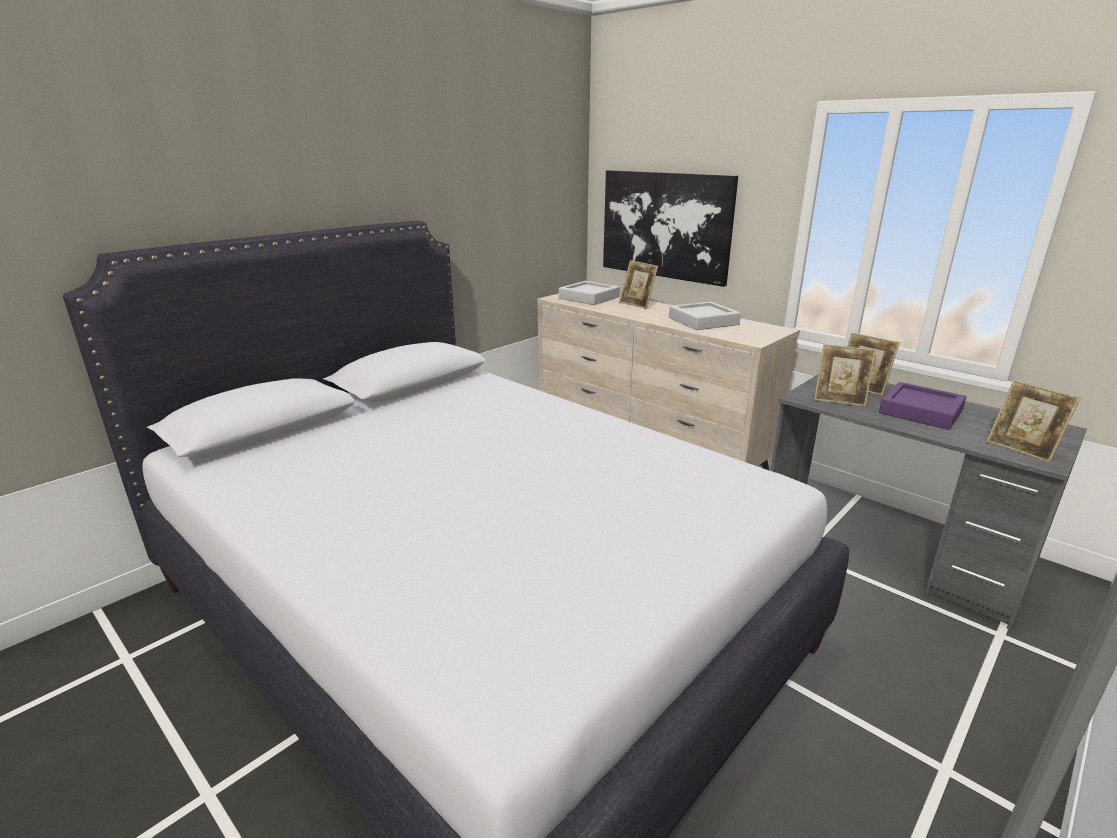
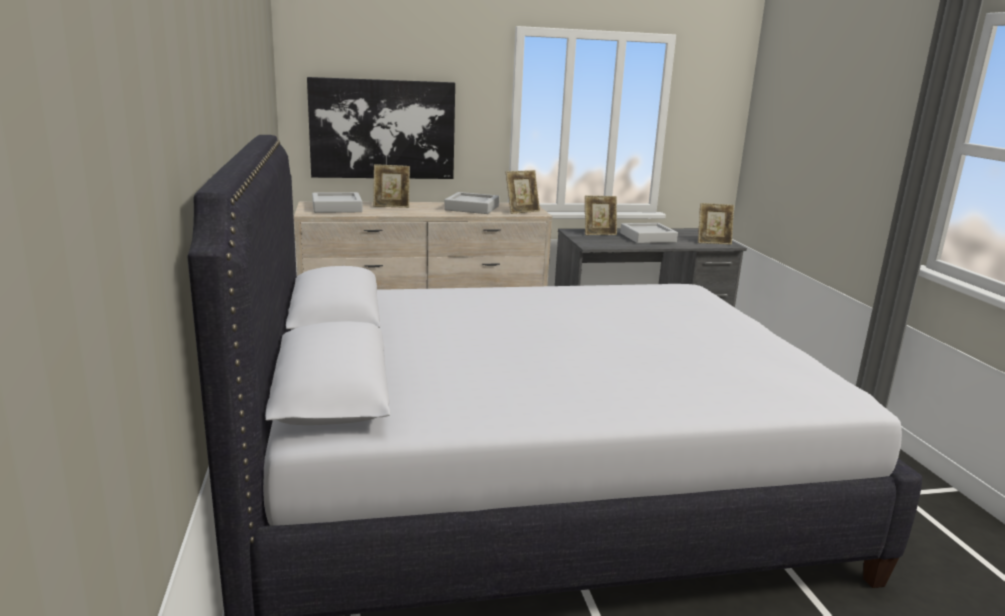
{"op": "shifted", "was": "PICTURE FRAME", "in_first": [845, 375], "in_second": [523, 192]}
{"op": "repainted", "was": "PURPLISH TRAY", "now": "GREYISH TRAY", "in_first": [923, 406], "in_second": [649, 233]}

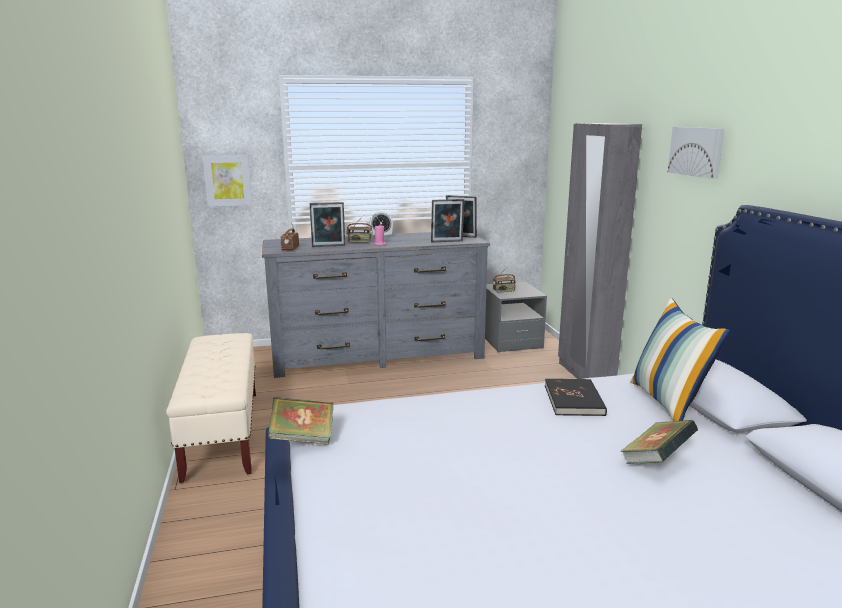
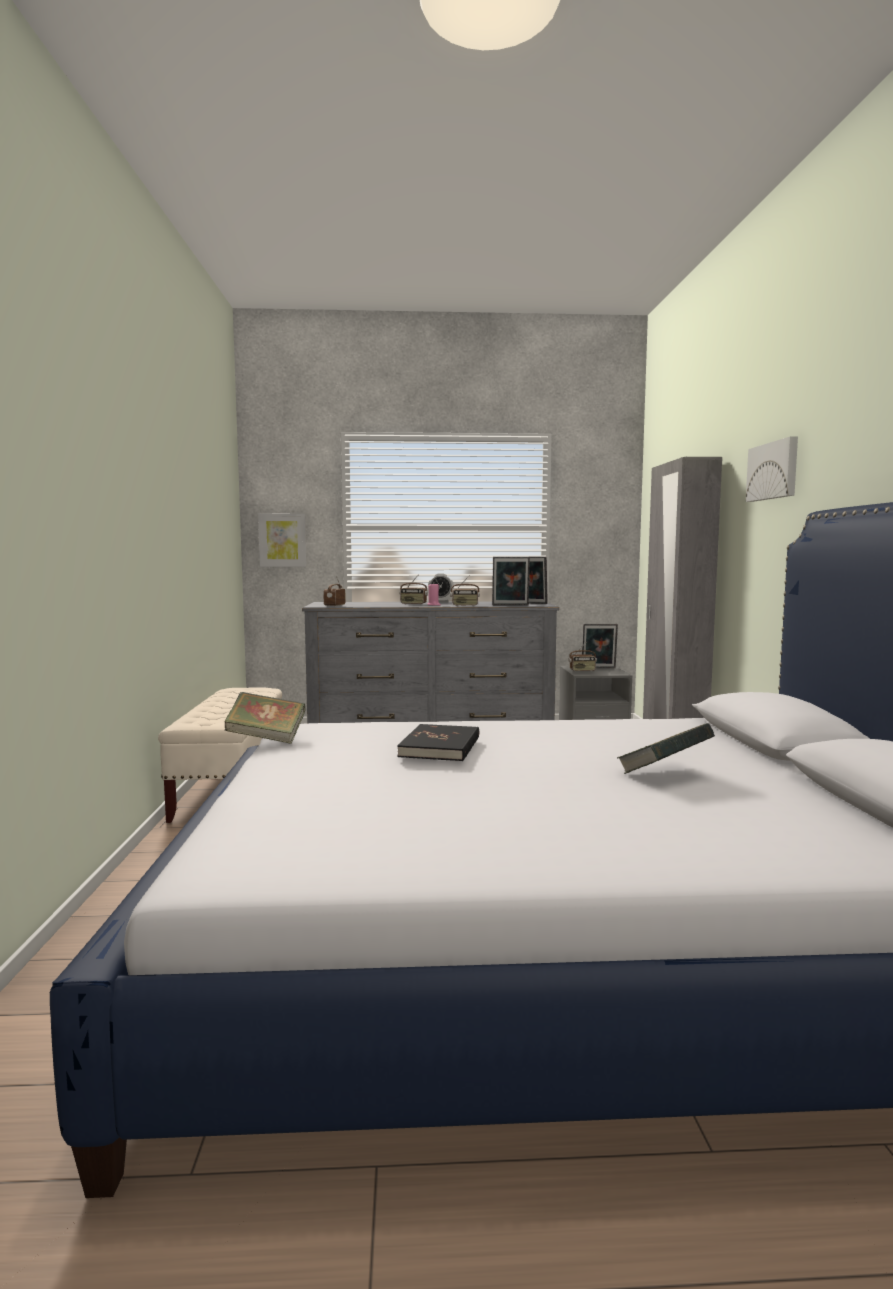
{"op": "shifted", "was": "PICTURE FRAME", "in_first": [327, 224], "in_second": [600, 646]}
{"op": "gone", "was": "PILLOW", "in_first": [680, 359]}
{"op": "shifted", "was": "BLACKISH VOLUME", "in_first": [576, 397], "in_second": [438, 742]}
{"op": "new", "now": "RADIO", "in_second": [465, 590]}

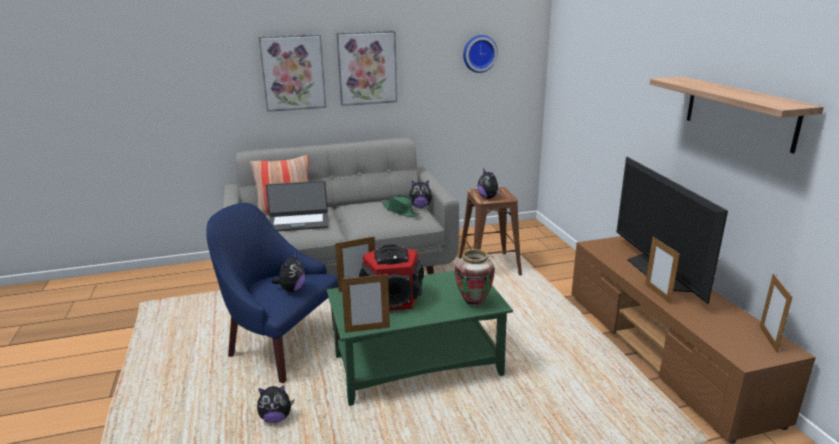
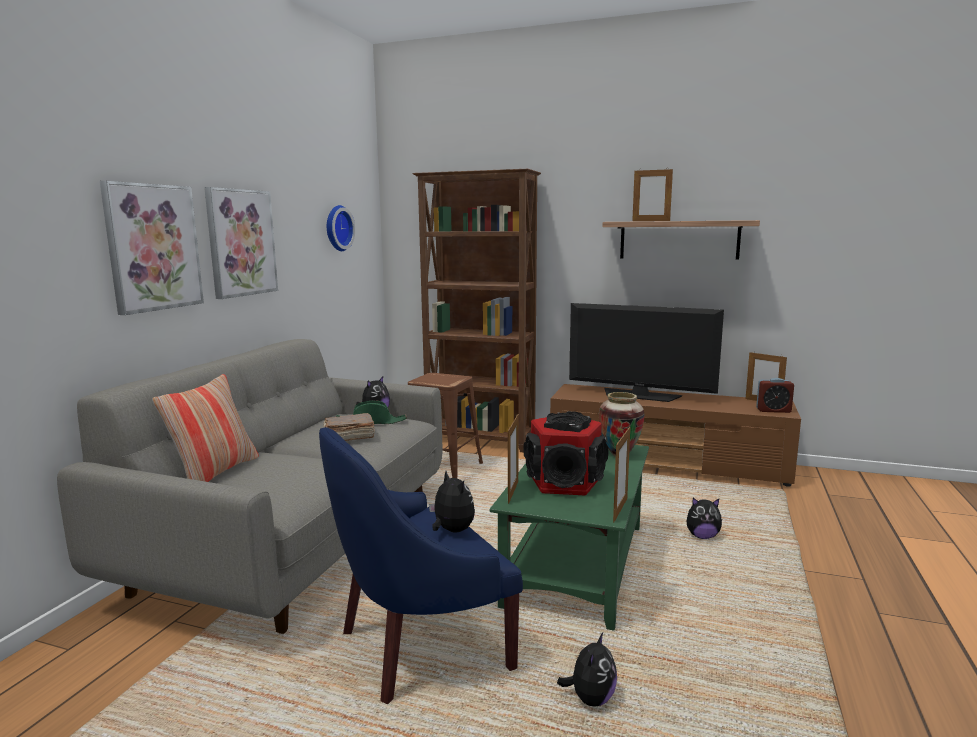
{"op": "shifted", "was": "SOFT TOY", "in_first": [489, 184], "in_second": [704, 518]}
{"op": "gone", "was": "LAPTOP", "in_first": [297, 206]}
{"op": "shifted", "was": "PICTURE FRAME", "in_first": [662, 270], "in_second": [652, 195]}
{"op": "new", "now": "BROWN BOOKCASE", "in_second": [476, 310]}
{"op": "new", "now": "ALARM CLOCK", "in_second": [775, 395]}
{"op": "new", "now": "BROWN VOLUME", "in_second": [349, 427]}

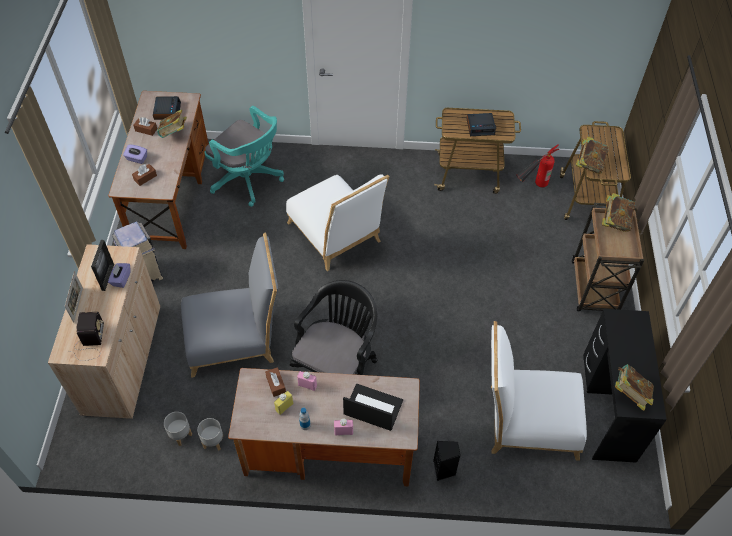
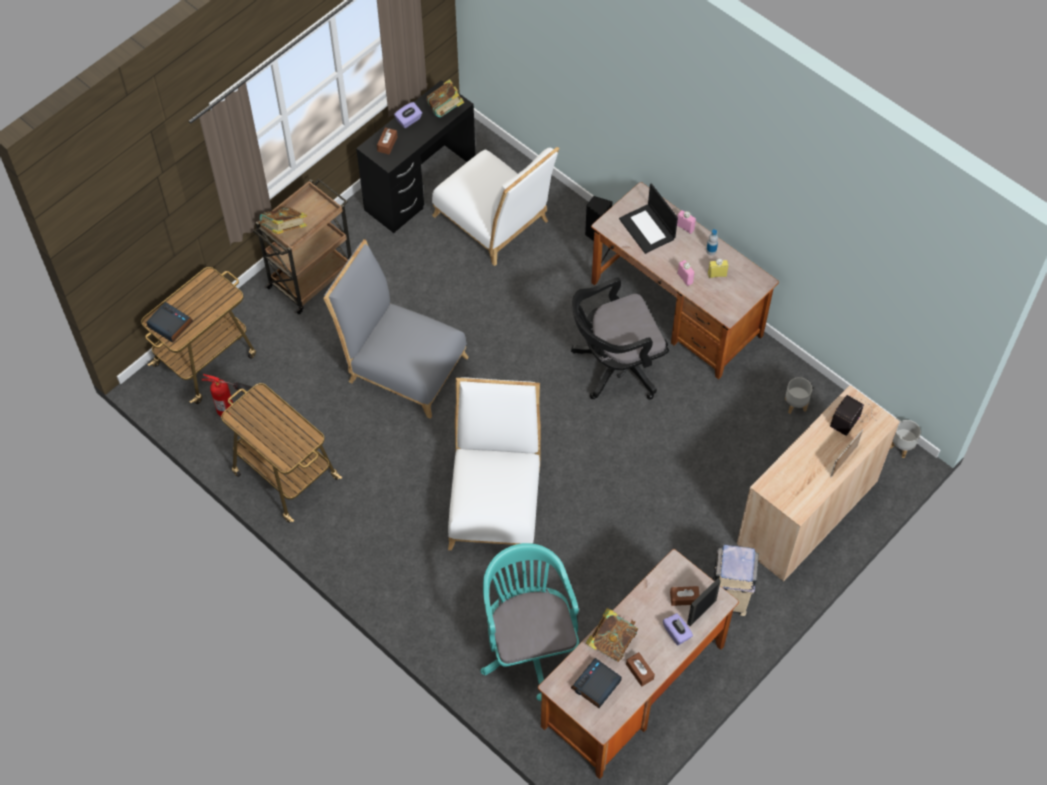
{"op": "shifted", "was": "ALARM CLOCK", "in_first": [481, 124], "in_second": [169, 322]}
{"op": "gone", "was": "VOLUME", "in_first": [592, 155]}
{"op": "shifted", "was": "GREYISH UPRIGHT CHAIR", "in_first": [229, 305], "in_second": [395, 329]}
{"op": "shifted", "was": "PICTURE FRAME", "in_first": [102, 265], "in_second": [704, 602]}
{"op": "shifted", "was": "PURPLISH TISSUE HOLDER", "in_first": [119, 275], "in_second": [408, 115]}
{"op": "shifted", "was": "BROWN TISSUE HOLDER", "in_first": [275, 382], "in_second": [387, 141]}
{"op": "shifted", "was": "GREYISH FLOWER POT", "in_first": [210, 434], "in_second": [905, 439]}

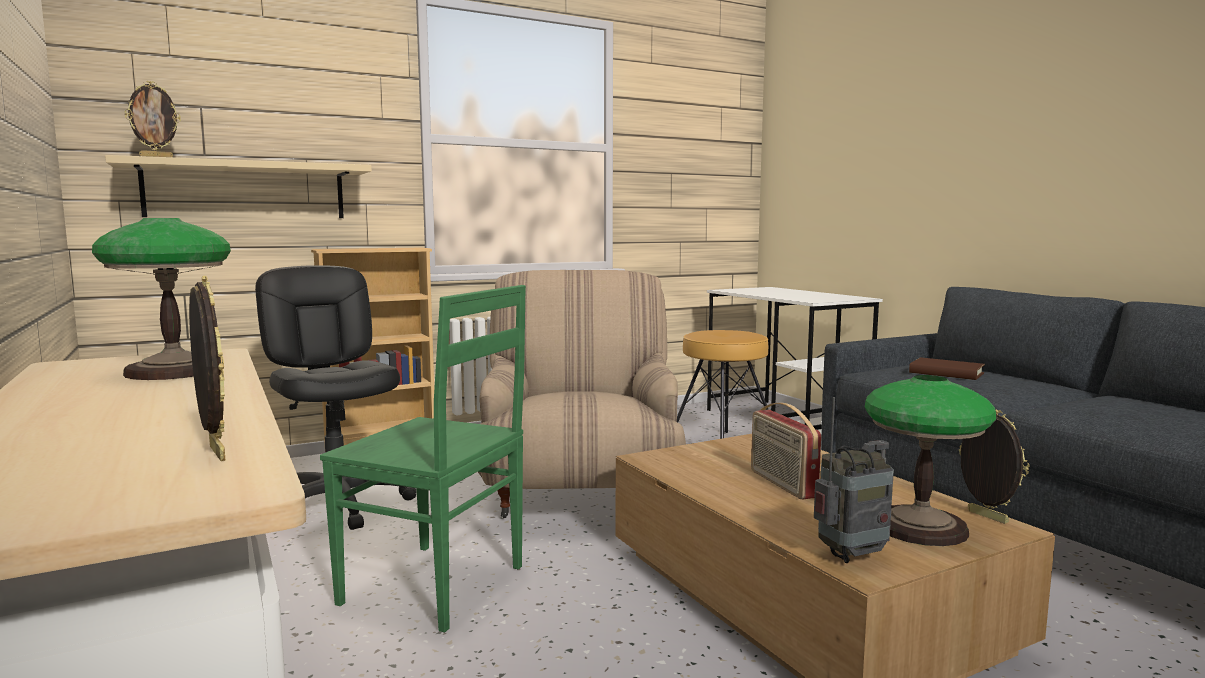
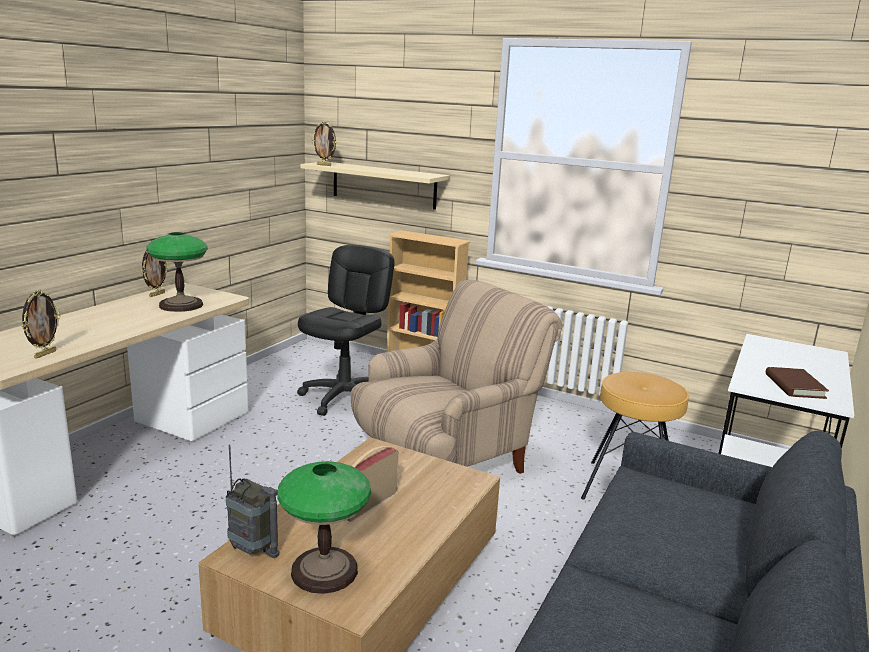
{"op": "gone", "was": "GREEN UPRIGHT CHAIR", "in_first": [423, 459]}
{"op": "shifted", "was": "BROWN VOLUME", "in_first": [947, 368], "in_second": [797, 383]}
{"op": "shifted", "was": "PICTURE FRAME", "in_first": [994, 466], "in_second": [155, 273]}

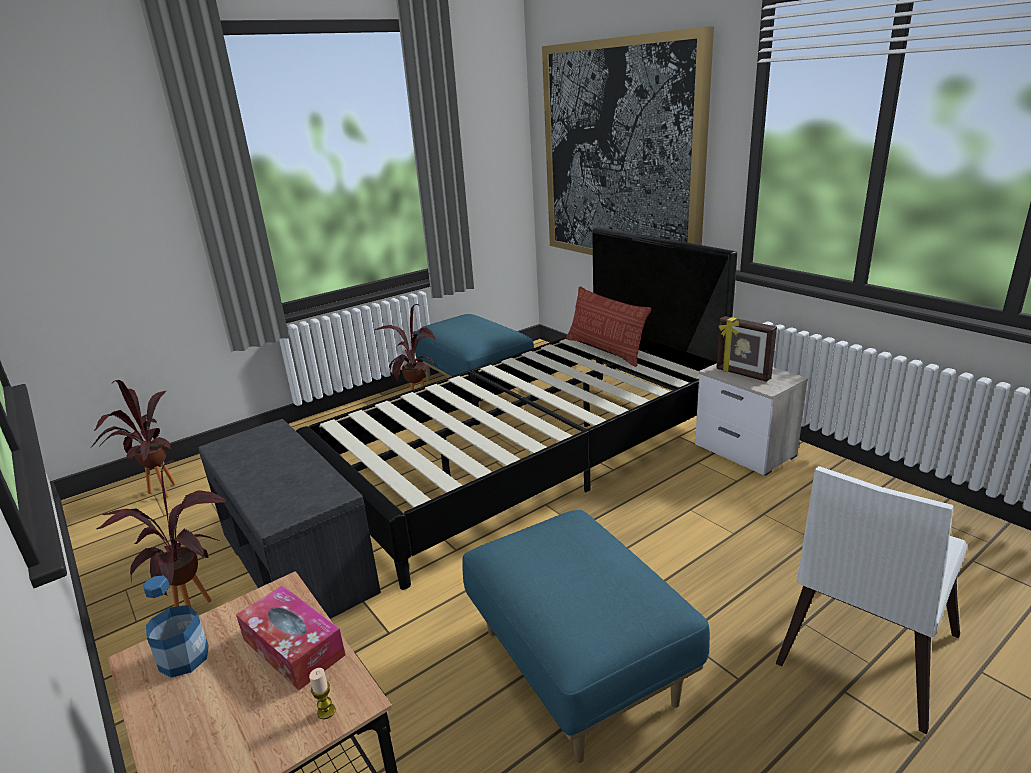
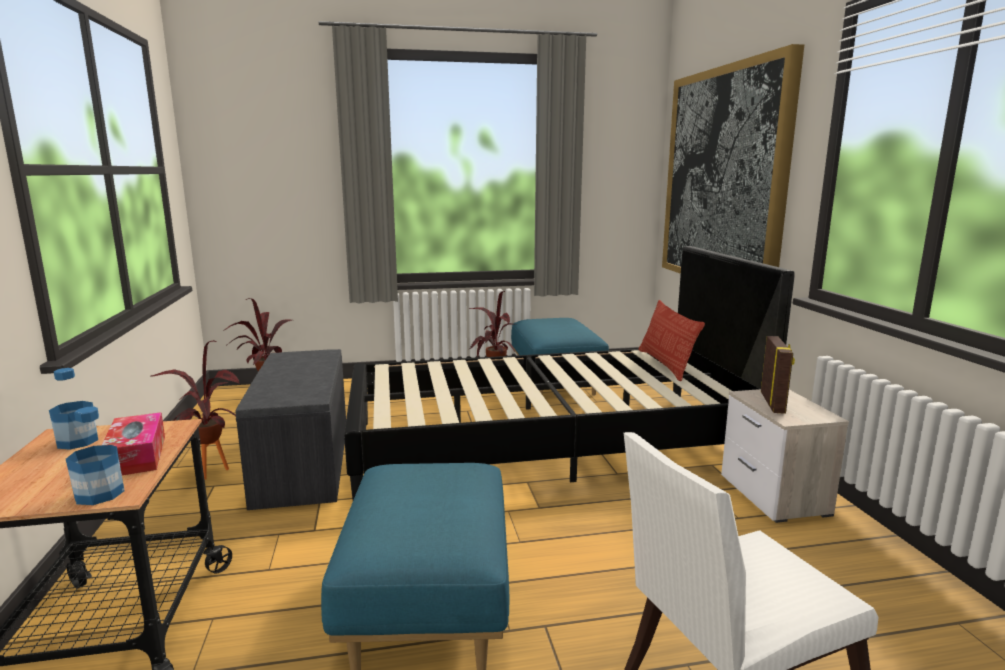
{"op": "rotated", "was": "PICTURE FRAME", "in_first": [746, 349], "in_second": [778, 375], "clockwise": -150}
{"op": "swapped", "was": "WAX CANDLE", "now": "BOTTLE", "in_first": [322, 693], "in_second": [95, 456]}

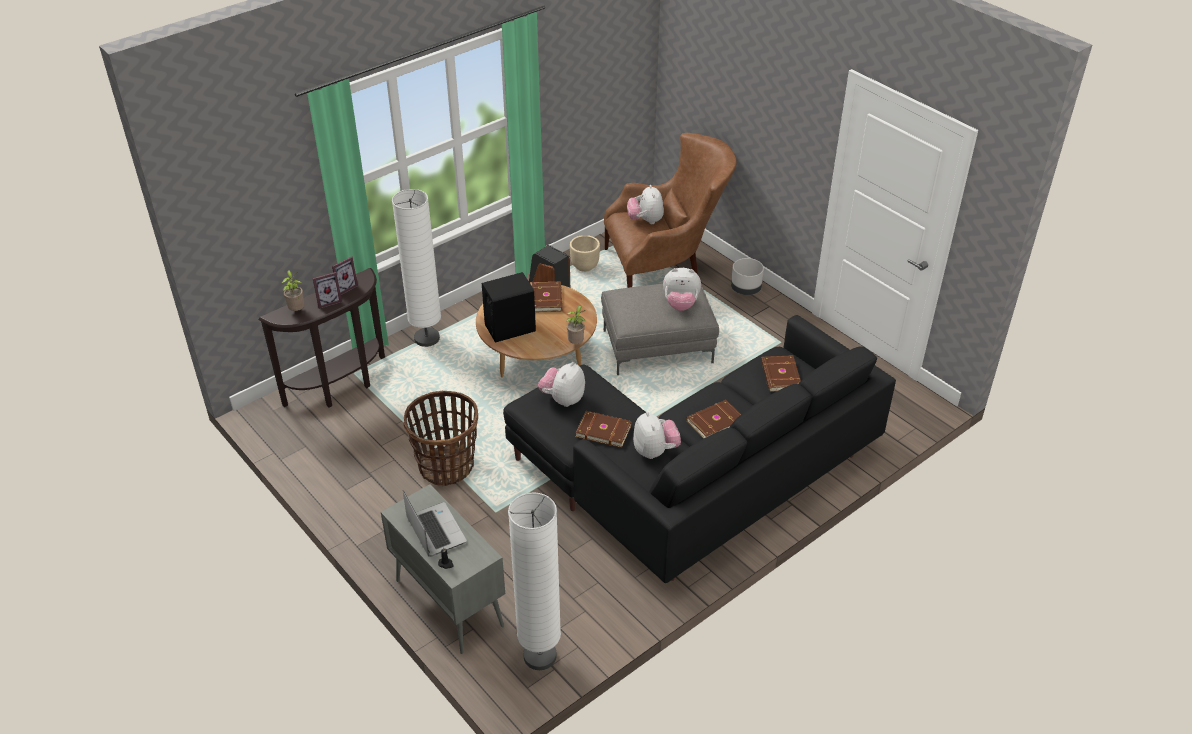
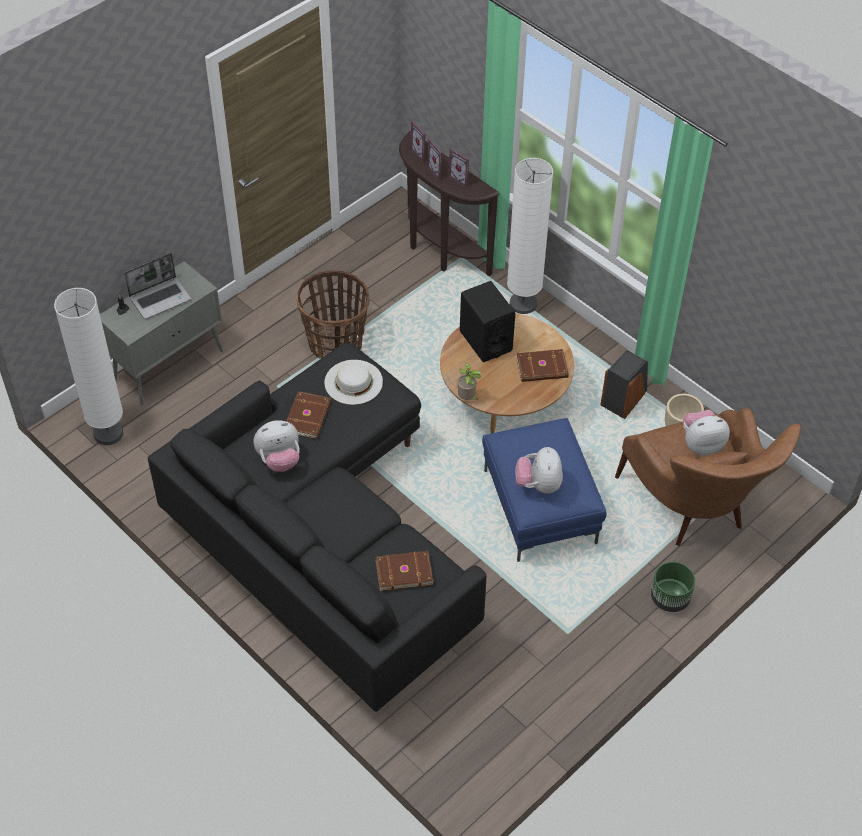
{"op": "repainted", "was": "GREYISH FLOWER POT", "now": "GREEN FLOWER POT", "in_first": [747, 276], "in_second": [673, 587]}
{"op": "swapped", "was": "HOUSEPLANT", "now": "PICTURE FRAME", "in_first": [293, 290], "in_second": [419, 141]}
{"op": "repainted", "was": "GREYISH FOOTREST", "now": "BLUISH FOOTREST", "in_first": [660, 329], "in_second": [544, 490]}
{"op": "swapped", "was": "SOFT TOY", "now": "WHITE-COLOURED CLOTHING HAT", "in_first": [561, 384], "in_second": [353, 382]}
{"op": "gone", "was": "BROWN VOLUME", "in_first": [713, 419]}

